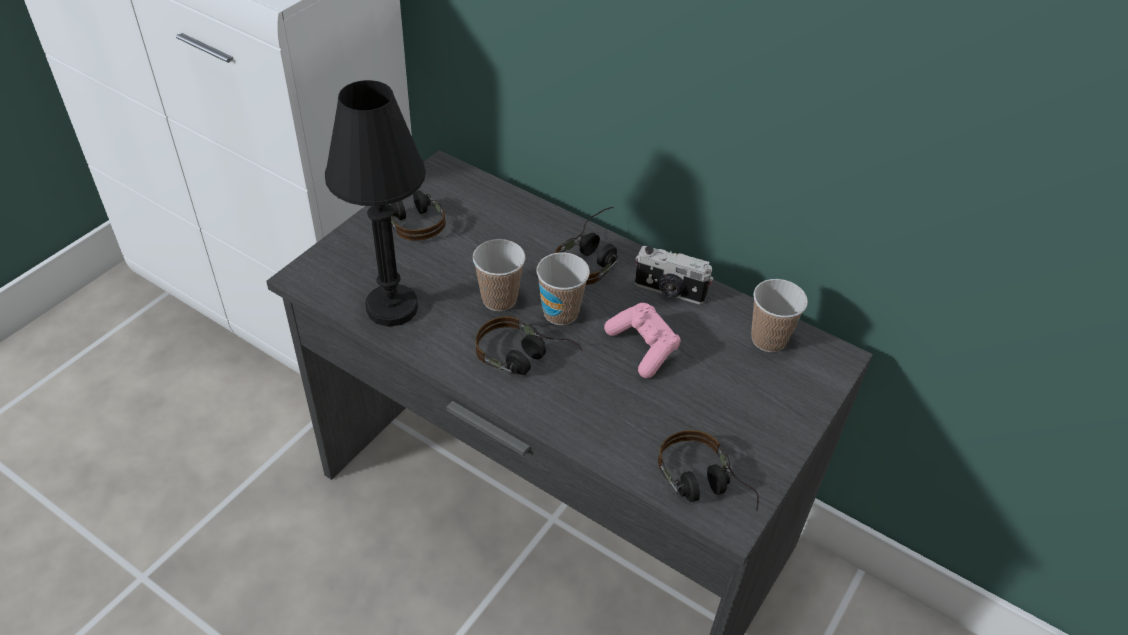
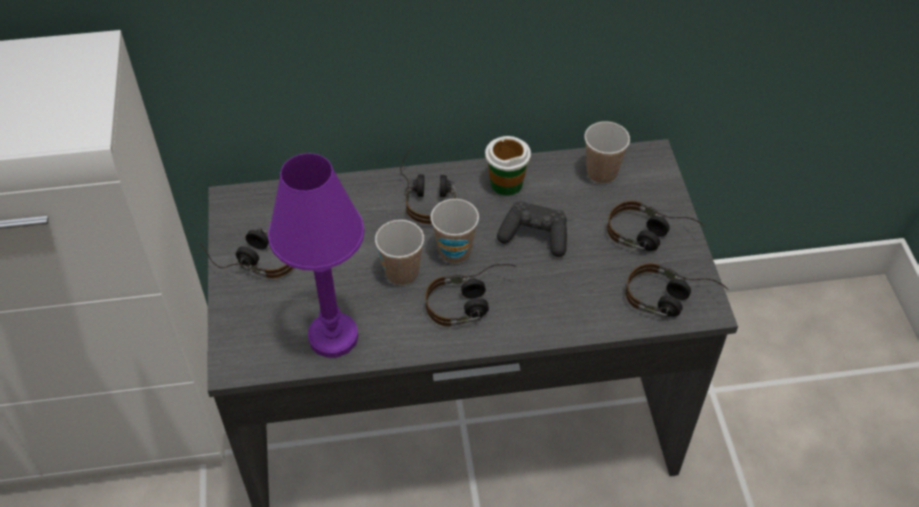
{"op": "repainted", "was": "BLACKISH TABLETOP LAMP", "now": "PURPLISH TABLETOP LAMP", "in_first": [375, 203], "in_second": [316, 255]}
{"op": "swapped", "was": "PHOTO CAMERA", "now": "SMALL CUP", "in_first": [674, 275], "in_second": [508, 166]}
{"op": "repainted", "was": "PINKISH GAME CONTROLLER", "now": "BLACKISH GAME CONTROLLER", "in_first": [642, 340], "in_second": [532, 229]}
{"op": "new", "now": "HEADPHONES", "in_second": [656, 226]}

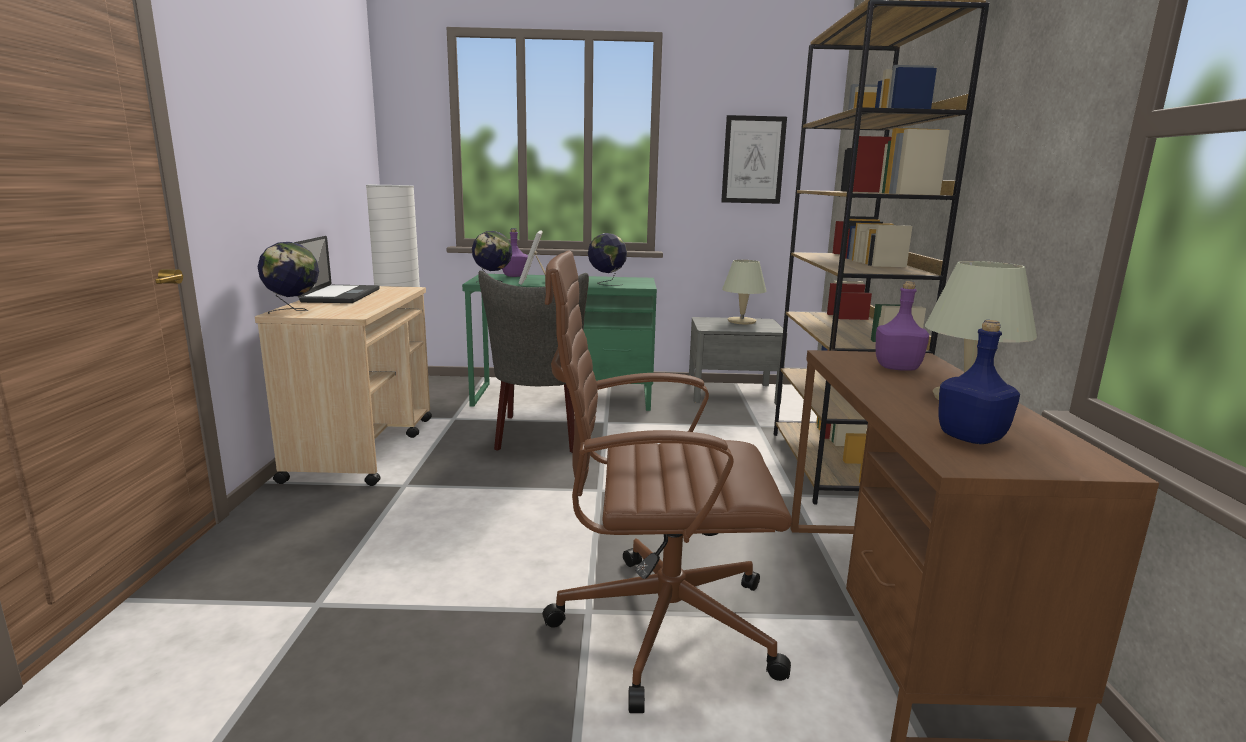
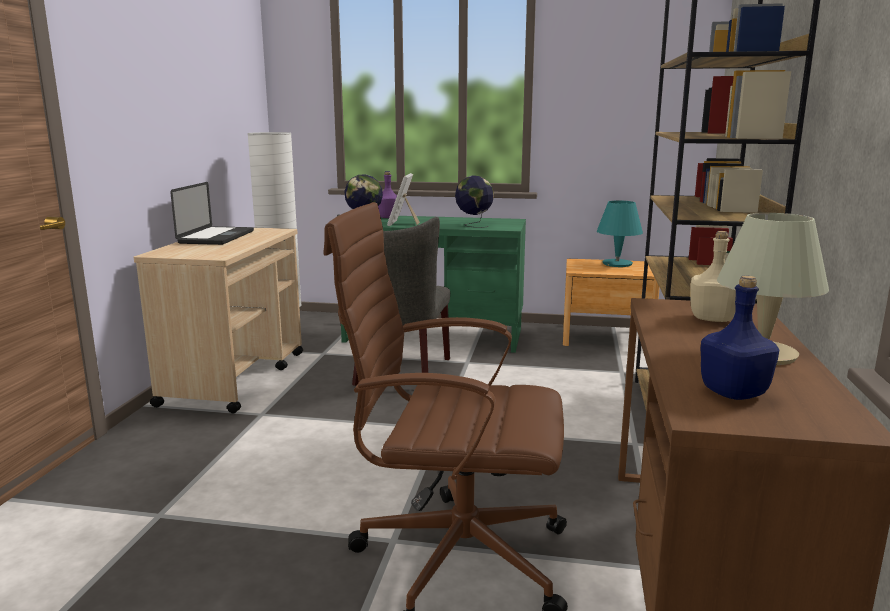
{"op": "gone", "was": "WALL ART", "in_first": [754, 159]}
{"op": "gone", "was": "GLOBE", "in_first": [288, 278]}
{"op": "repainted", "was": "BEIGE-COLOURED TABLETOP LAMP", "now": "TURQUOISE-COLOURED TABLETOP LAMP", "in_first": [744, 292], "in_second": [620, 233]}
{"op": "repainted", "was": "PURPLISH BOTTLE", "now": "BEIGE-COLOURED BOTTLE", "in_first": [902, 326], "in_second": [713, 276]}
{"op": "repainted", "was": "GREYISH NIGHT TABLE", "now": "BROWN NIGHT TABLE", "in_first": [738, 361], "in_second": [611, 302]}

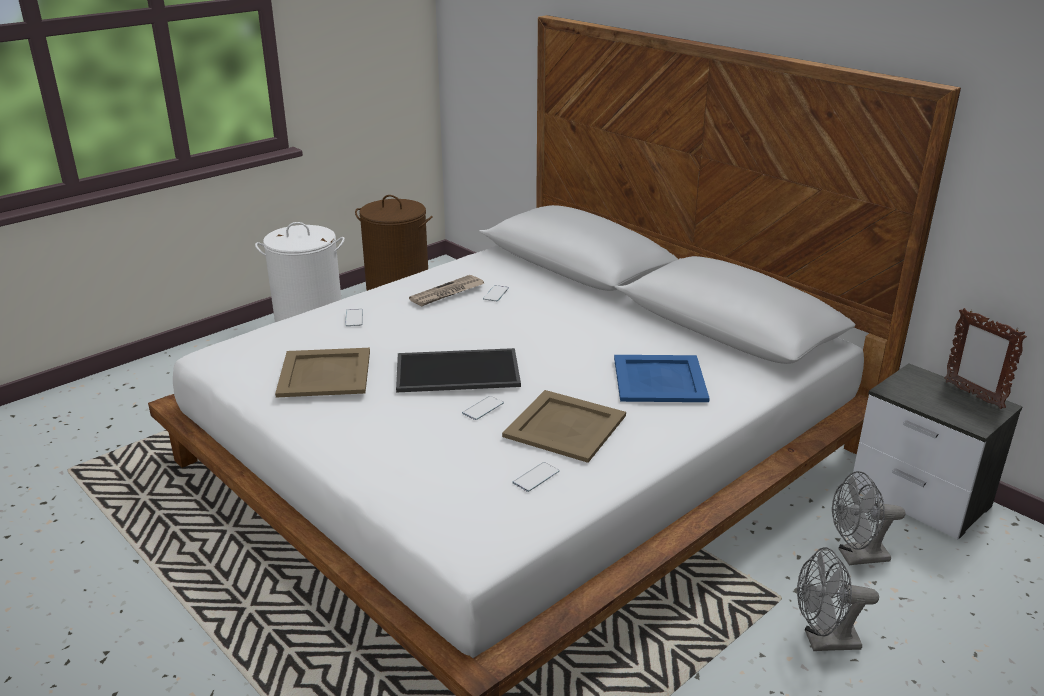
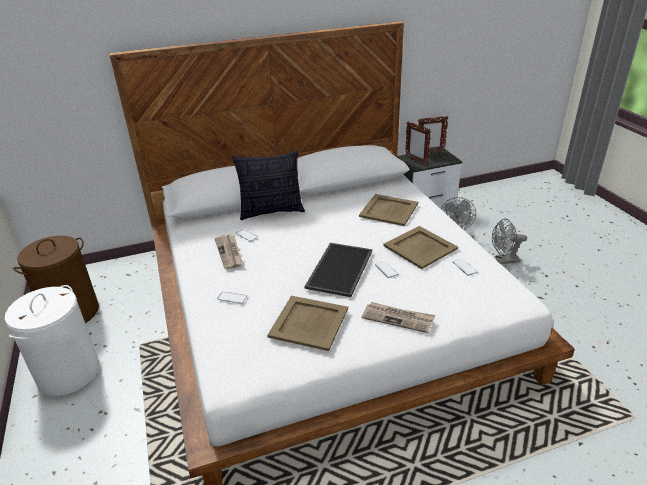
{"op": "repainted", "was": "BLUISH TRAY", "now": "BEIGE-COLOURED TRAY", "in_first": [662, 378], "in_second": [388, 210]}
{"op": "rotated", "was": "GREYISH ELECTRIC FAN", "in_first": [838, 599], "in_second": [509, 241], "clockwise": 60}
{"op": "new", "now": "PICTURE FRAME", "in_second": [418, 143]}
{"op": "new", "now": "PILLOW", "in_second": [268, 185]}
{"op": "new", "now": "DAILY PAPER", "in_second": [398, 317]}

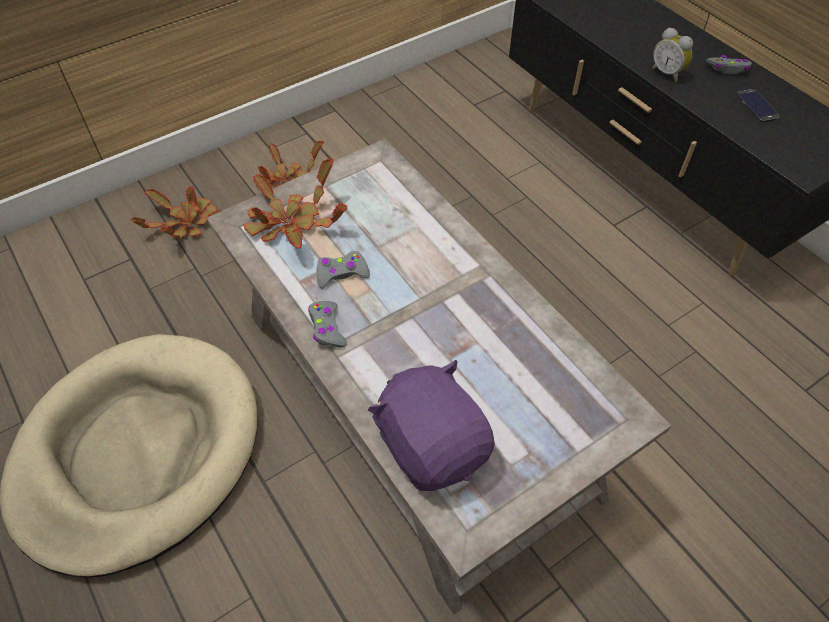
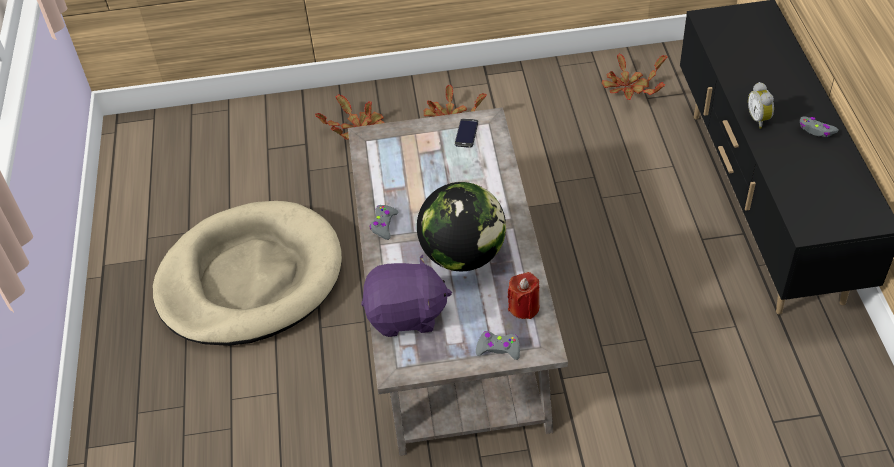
{"op": "shifted", "was": "HANDSET", "in_first": [758, 105], "in_second": [466, 133]}
{"op": "shifted", "was": "HOUSEPLANT", "in_first": [295, 203], "in_second": [635, 77]}
{"op": "shifted", "was": "GREYISH GAME CONTROLLER", "in_first": [343, 269], "in_second": [498, 345]}
{"op": "rotated", "was": "PURPLISH SOFT TOY", "in_first": [431, 425], "in_second": [406, 295], "clockwise": 90}
{"op": "new", "now": "GLOBE", "in_second": [461, 226]}
{"op": "new", "now": "RED-COLOURED WAX CANDLE", "in_second": [523, 295]}

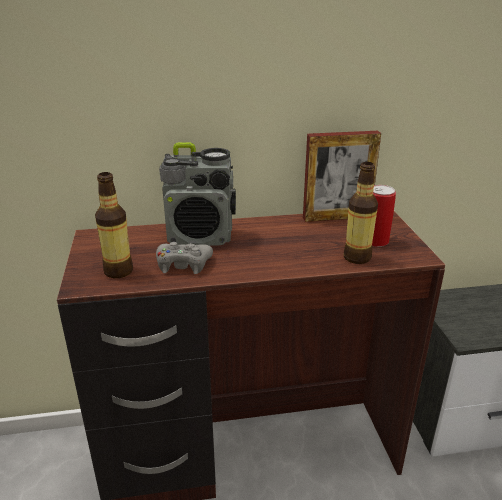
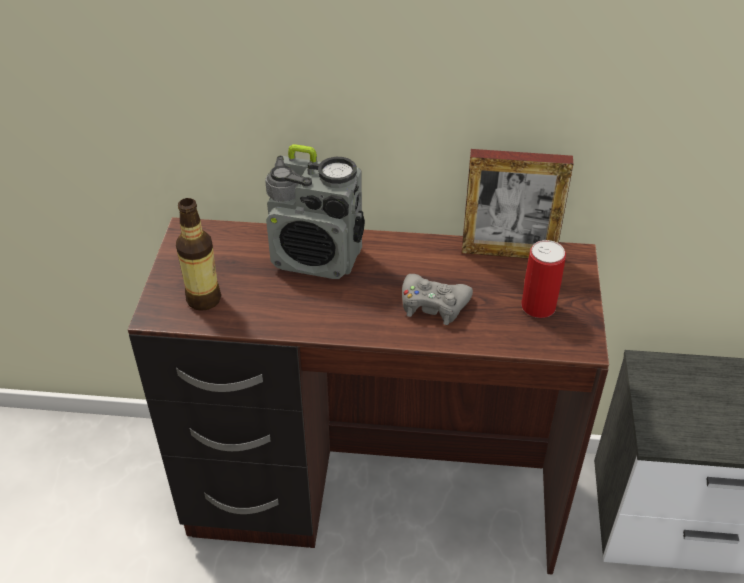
{"op": "gone", "was": "BOTTLE", "in_first": [360, 213]}
{"op": "shifted", "was": "GREYISH GAME CONTROLLER", "in_first": [184, 258], "in_second": [437, 299]}

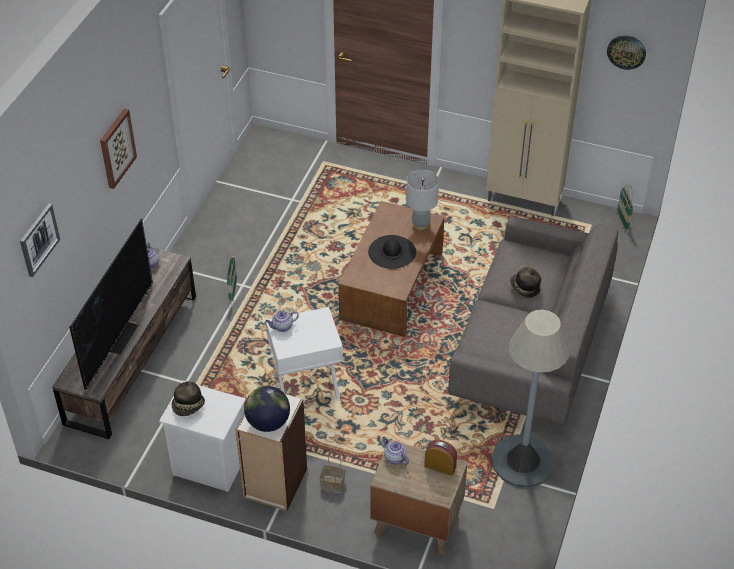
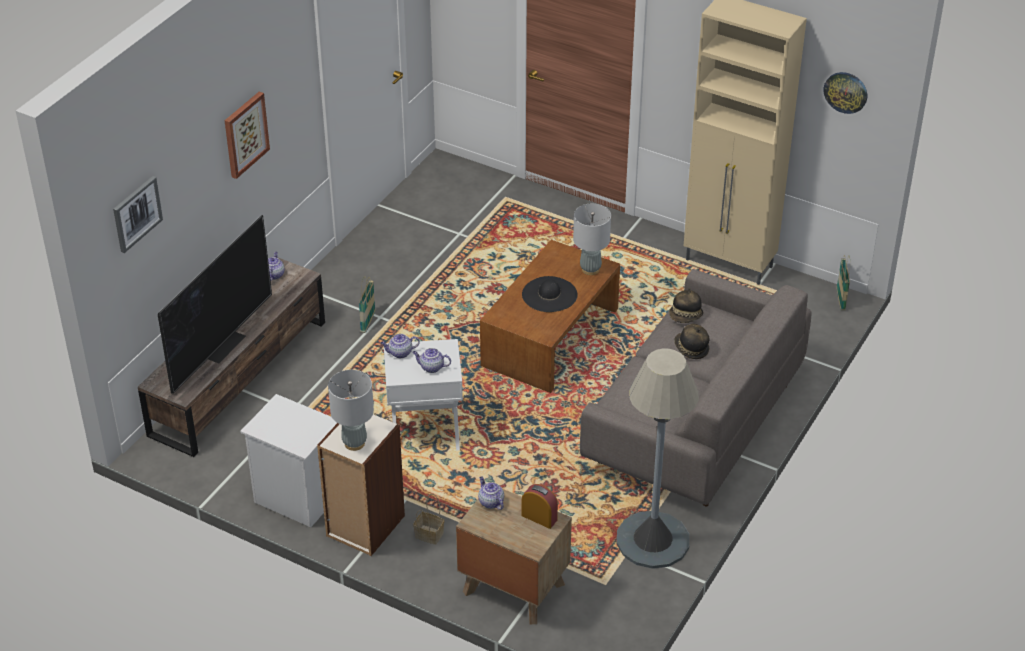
{"op": "shifted", "was": "CLOTHING HAT", "in_first": [188, 398], "in_second": [686, 305]}
{"op": "swapped", "was": "GLOBE", "now": "GREYISH TABLETOP LAMP", "in_first": [267, 409], "in_second": [351, 410]}
{"op": "new", "now": "TEA POT", "in_second": [431, 360]}

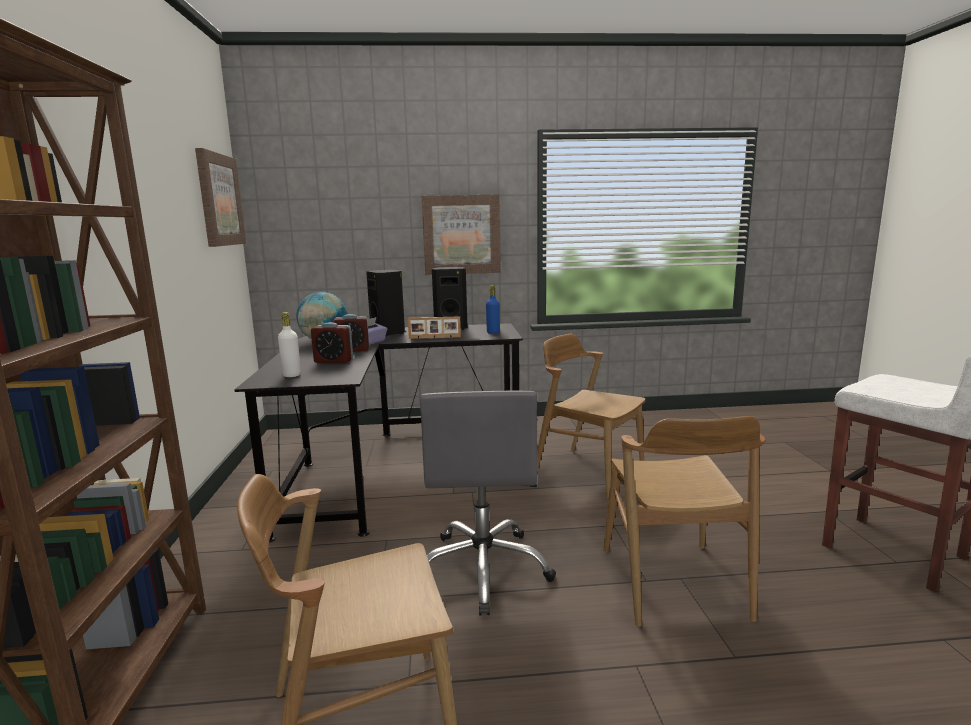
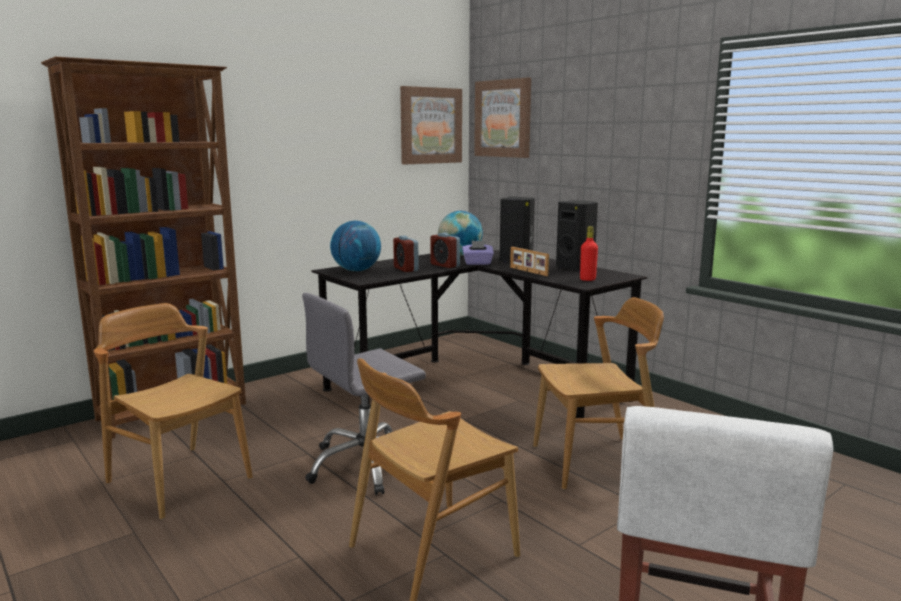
{"op": "shifted", "was": "WALL ART", "in_first": [461, 234], "in_second": [502, 118]}
{"op": "repainted", "was": "BLUISH BOTTLE", "now": "RED-COLOURED BOTTLE", "in_first": [493, 309], "in_second": [589, 253]}
{"op": "swapped", "was": "WHITE-COLOURED BOTTLE", "now": "GLOBE", "in_first": [289, 344], "in_second": [355, 246]}
{"op": "rotated", "was": "BROWN UPRIGHT CHAIR", "in_first": [591, 416], "in_second": [598, 393], "clockwise": 75}

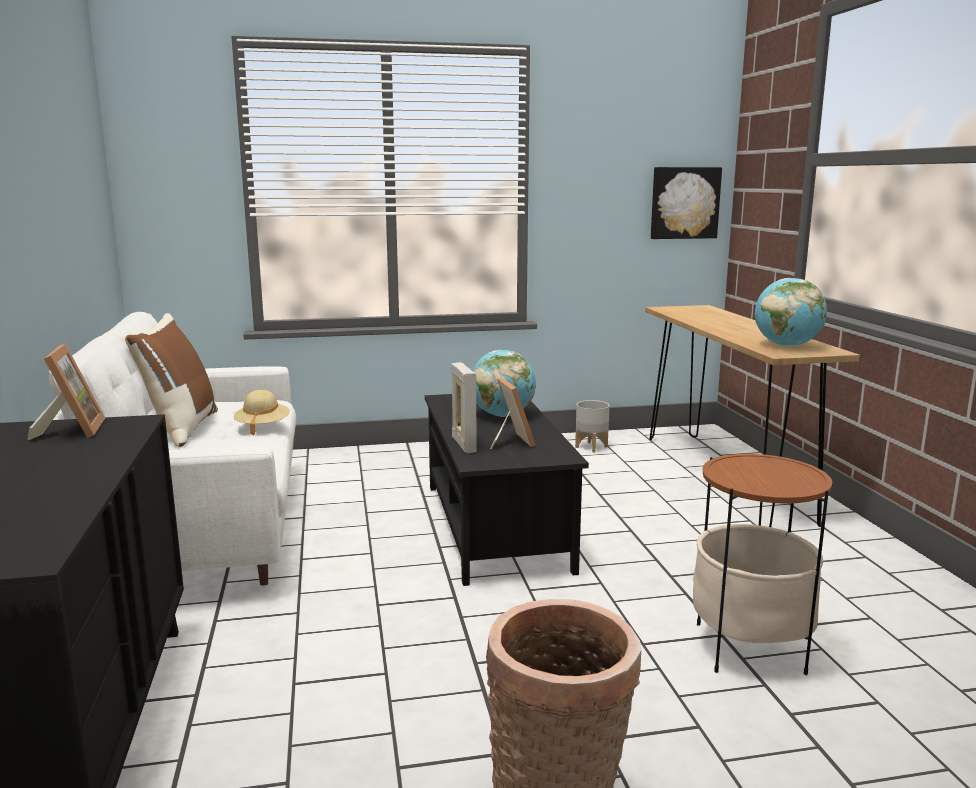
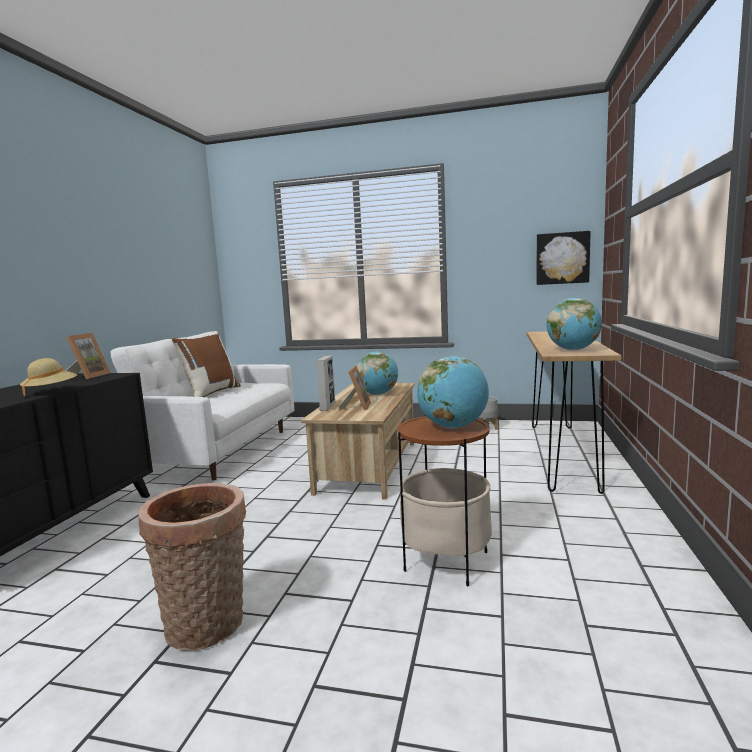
{"op": "shifted", "was": "BEIGE-COLOURED CLOTHING HAT", "in_first": [262, 412], "in_second": [48, 377]}
{"op": "repainted", "was": "BLACKISH COFFEE TABLE", "now": "BEIGE-COLOURED COFFEE TABLE", "in_first": [507, 490], "in_second": [358, 441]}
{"op": "new", "now": "GLOBE", "in_second": [453, 392]}

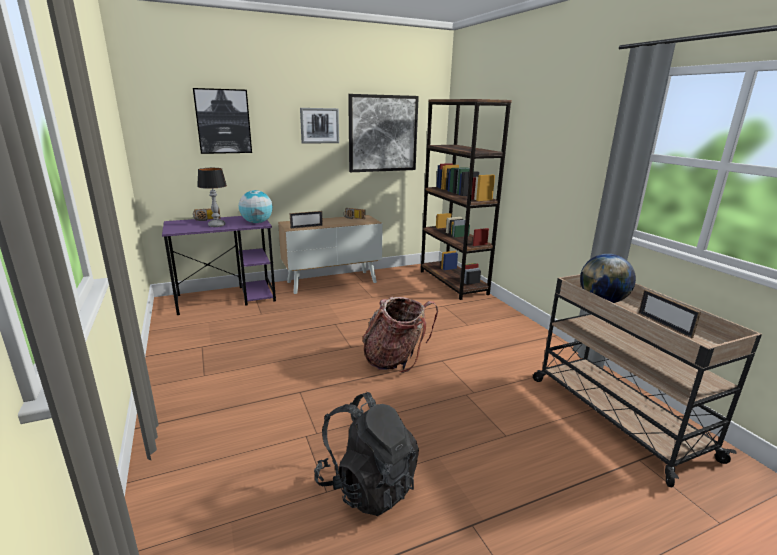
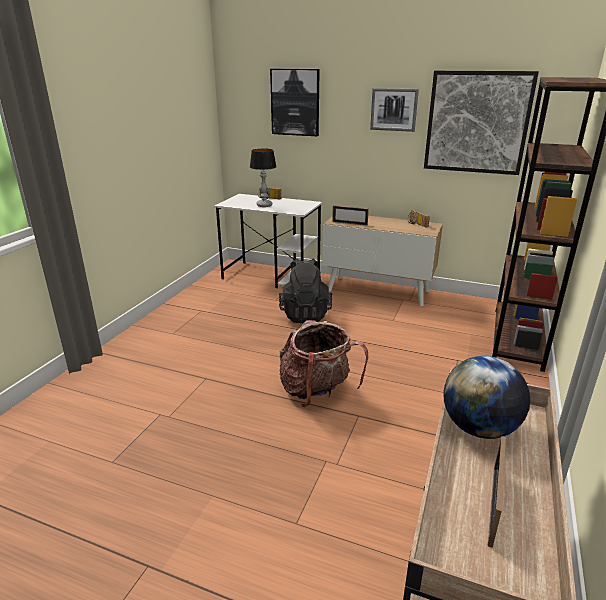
{"op": "gone", "was": "GLOBE", "in_first": [256, 206]}
{"op": "repainted", "was": "PURPLISH DESK TABLE", "now": "WHITE-COLOURED DESK TABLE", "in_first": [219, 265], "in_second": [268, 241]}
{"op": "shifted", "was": "BLACKISH BACKPACK", "in_first": [366, 454], "in_second": [305, 290]}

